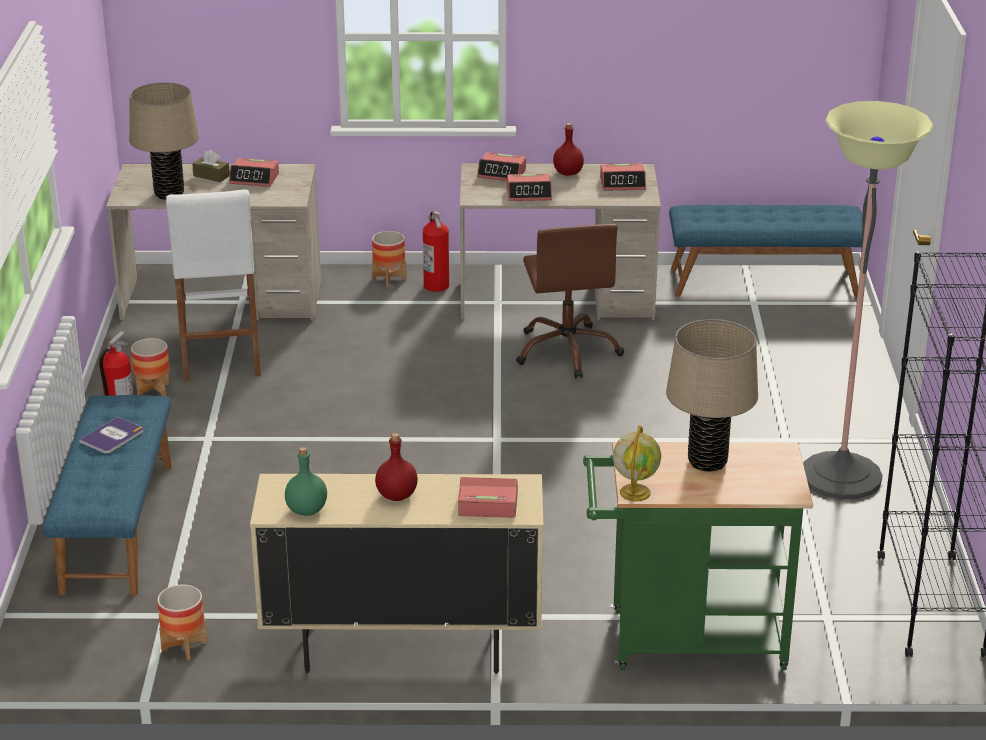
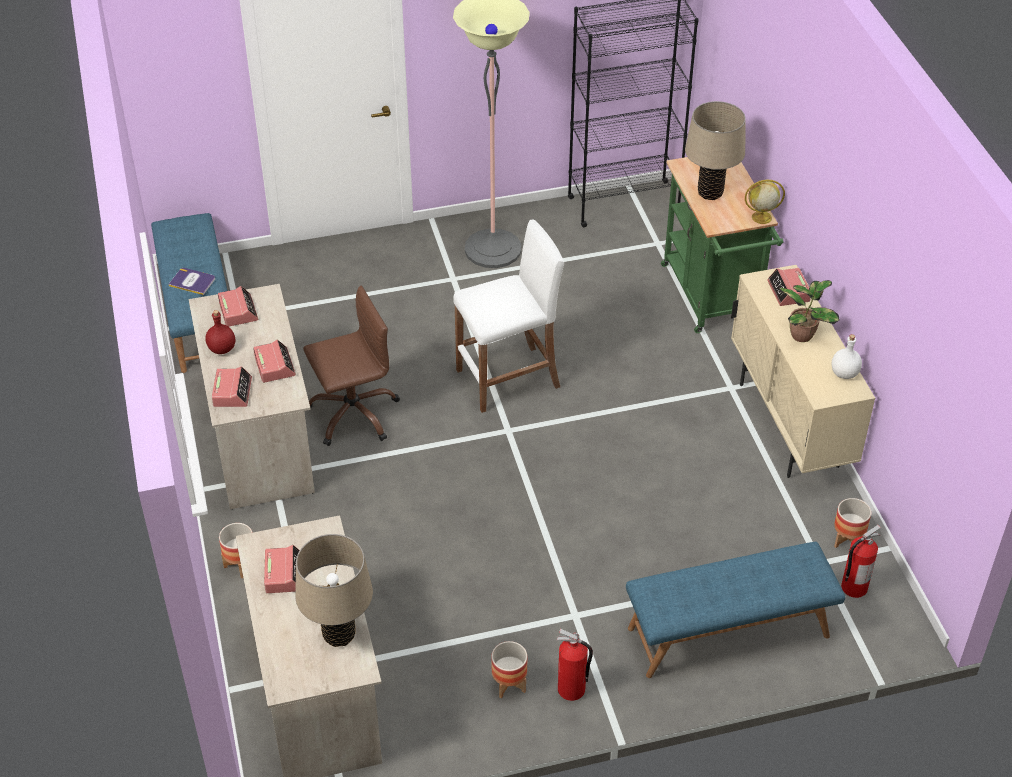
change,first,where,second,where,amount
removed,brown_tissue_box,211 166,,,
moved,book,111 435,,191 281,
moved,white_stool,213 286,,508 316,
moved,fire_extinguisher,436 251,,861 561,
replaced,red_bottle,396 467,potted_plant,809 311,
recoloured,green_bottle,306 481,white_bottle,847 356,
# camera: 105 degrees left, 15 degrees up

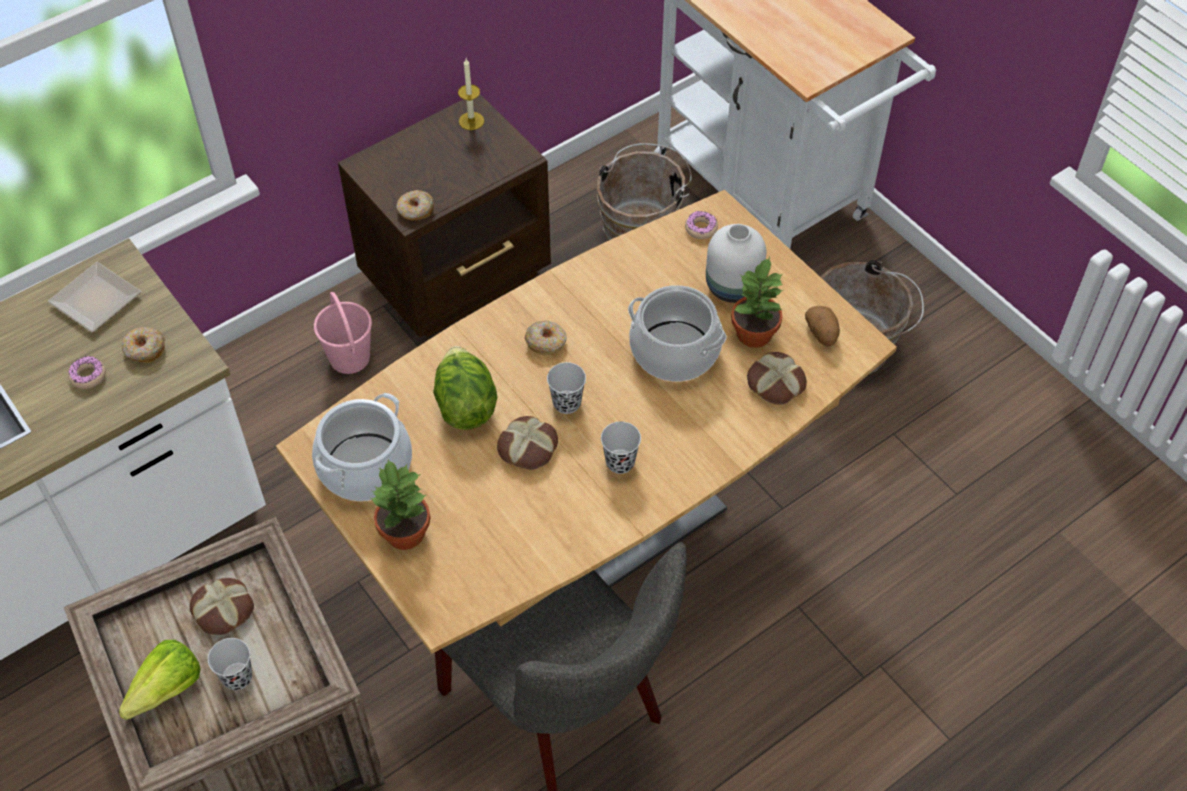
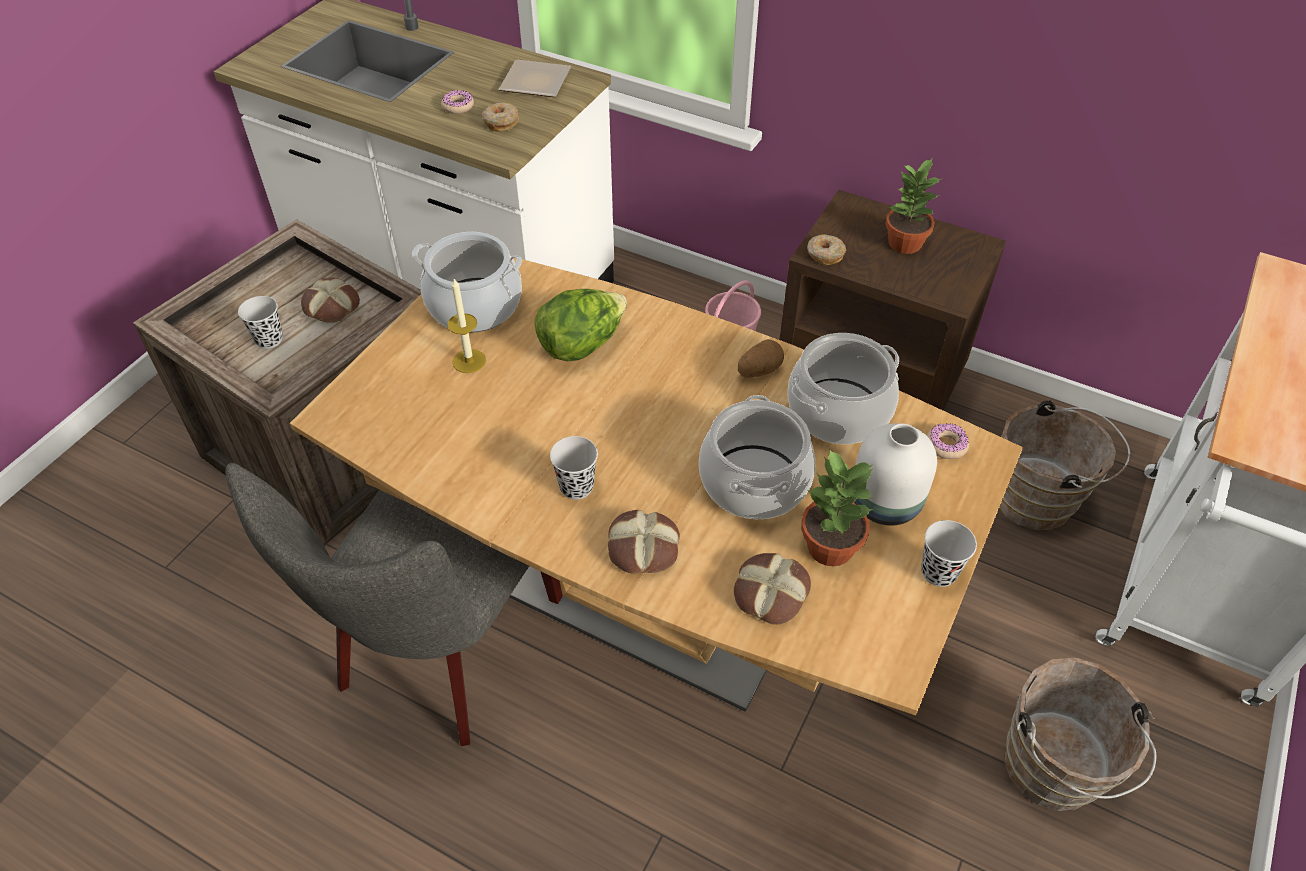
change,first,where,second,where,amount
removed,lettuce,160 680,,,
removed,donut,546 338,,,
added,,,cooking_pot,843 388,
moved,potted_plant,401 504,,913 206,
moved,candle,471 94,,467 326,
moved,bread,527 443,,644 542,
moved,black_cup,566 388,,949 553,
moved,potato,822 326,,761 358,
# camera: 65 degrees right, 5 degrees down

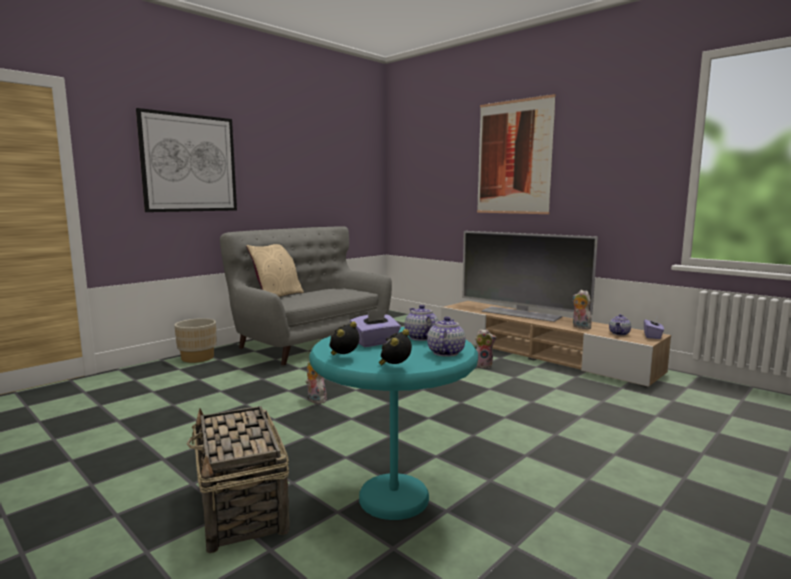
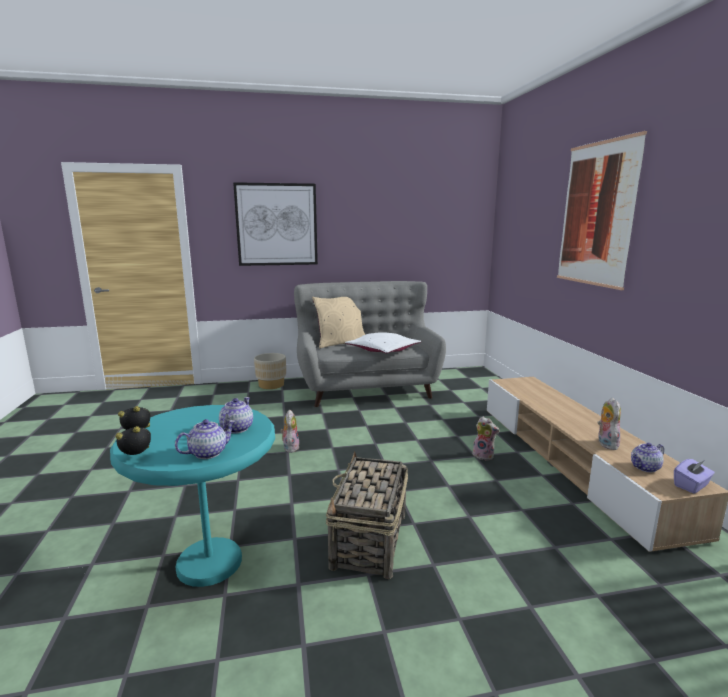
change,first,where,second,where,amount
removed,purple_tissue_box,375 328,,,
removed,television,530 276,,,
added,,,white_pillow,383 343,
moved,basket,238 479,,367 515,
# camera: 35 degrees right, 5 degrees up

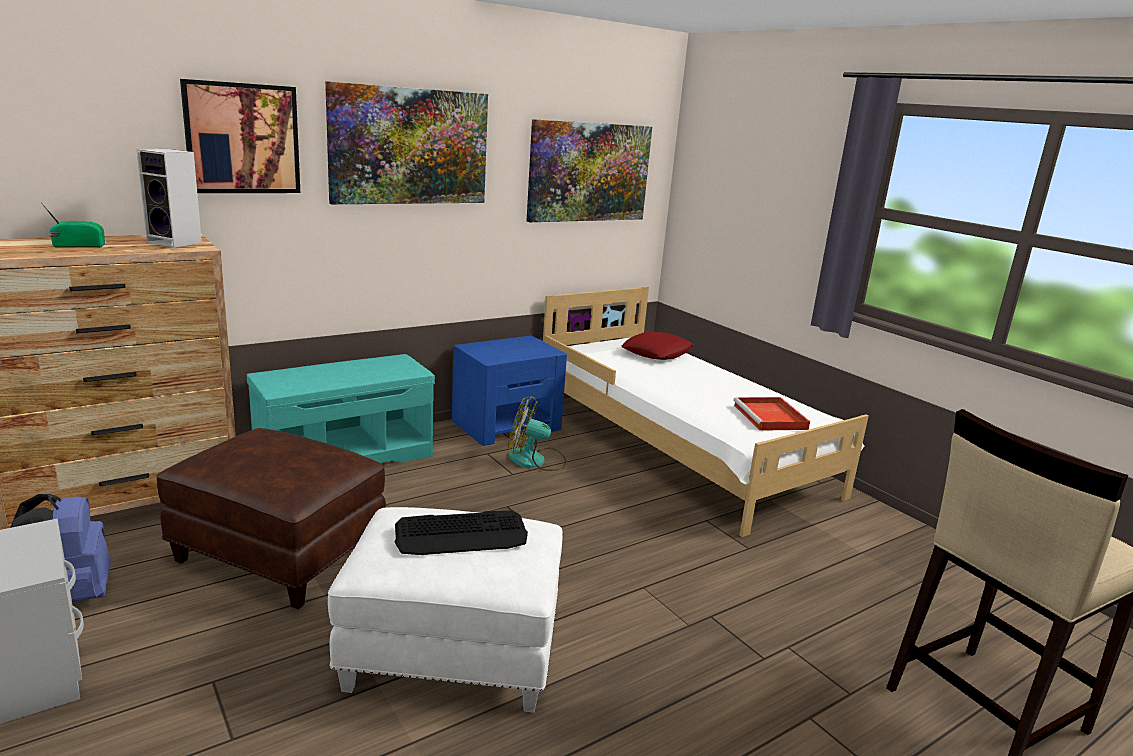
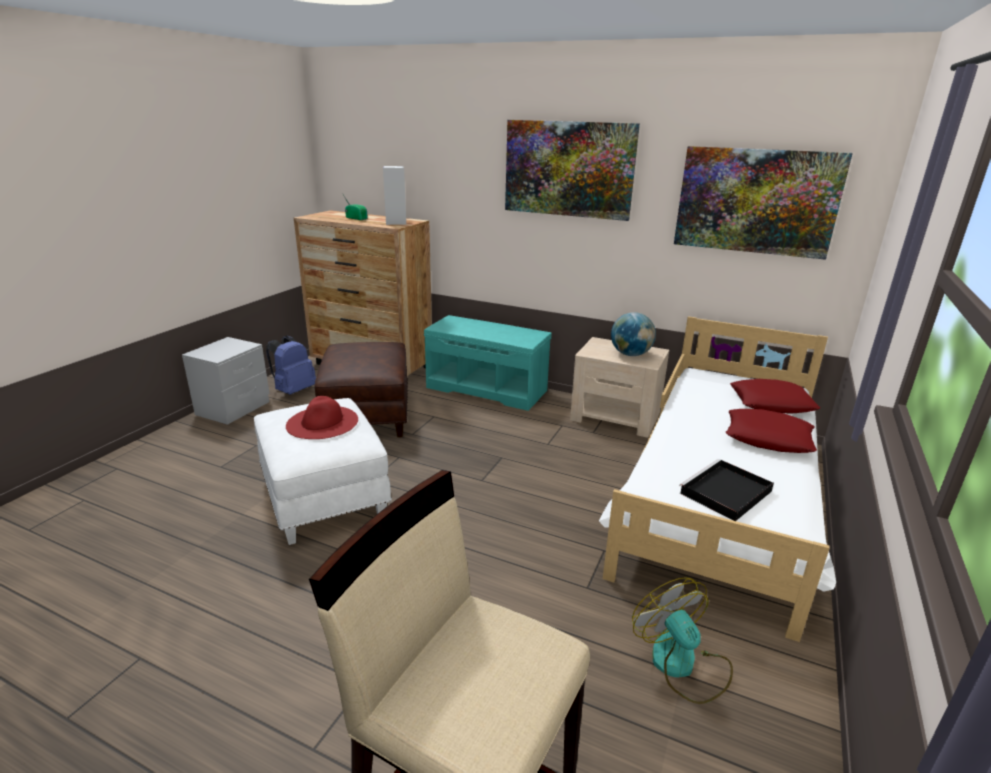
change,first,where,second,where,amount
removed,picture,240 136,,,
added,,,globe,633 334,
added,,,red_pillow,771 431,
moved,fan,537 433,,682 640,
replaced,keyboard,461 533,red_hat,322 417,
recoloured,blue_nightstand,509 391,beige_nightstand,619 387,
recoloured,red_tray,771 414,black_tray,726 490,
# camera: 60 degrees right, 5 degrees up

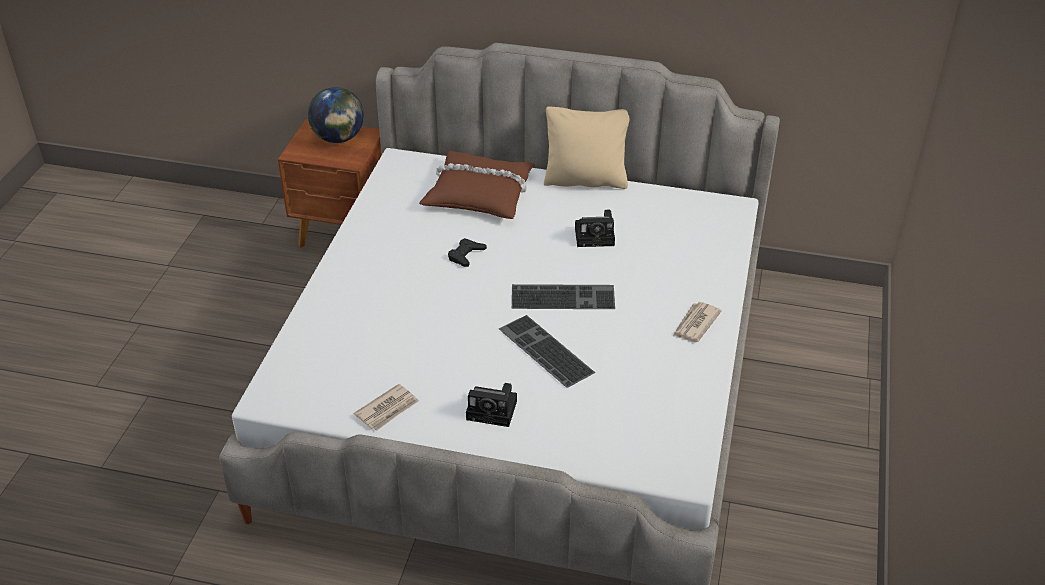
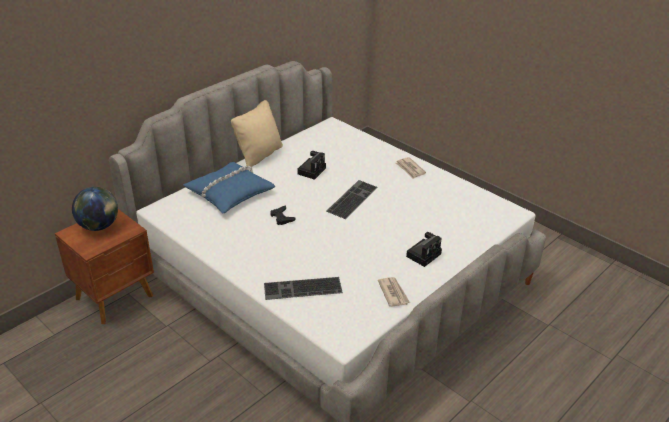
change,first,where,second,where,amount
moved,keyboard,547 351,,303 288,
recoloured,brown_pillow,477 185,blue_pillow,229 187,
# camera: 60 degrees left, 5 degrees down

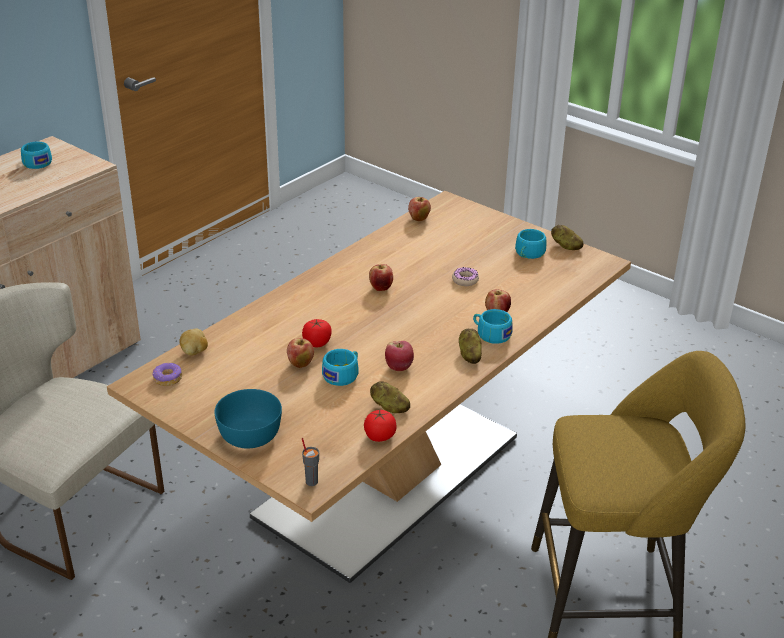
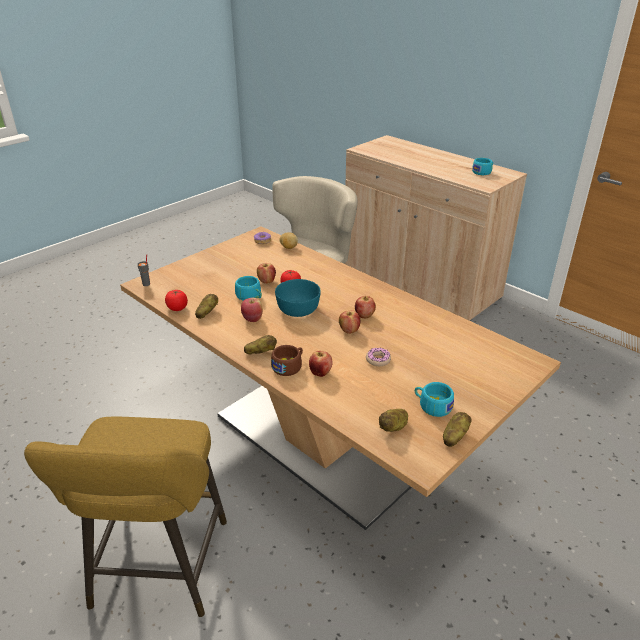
change,first,where,second,where,amount
added,,,potato,393 420,
moved,turquoise_bowl,248 419,,298 298,
moved,apple,419 209,,349 322,
recoloured,turquoise_cup,493 326,brown_cup,287 360,
# camera: 95 degrees right, 0 degrees up

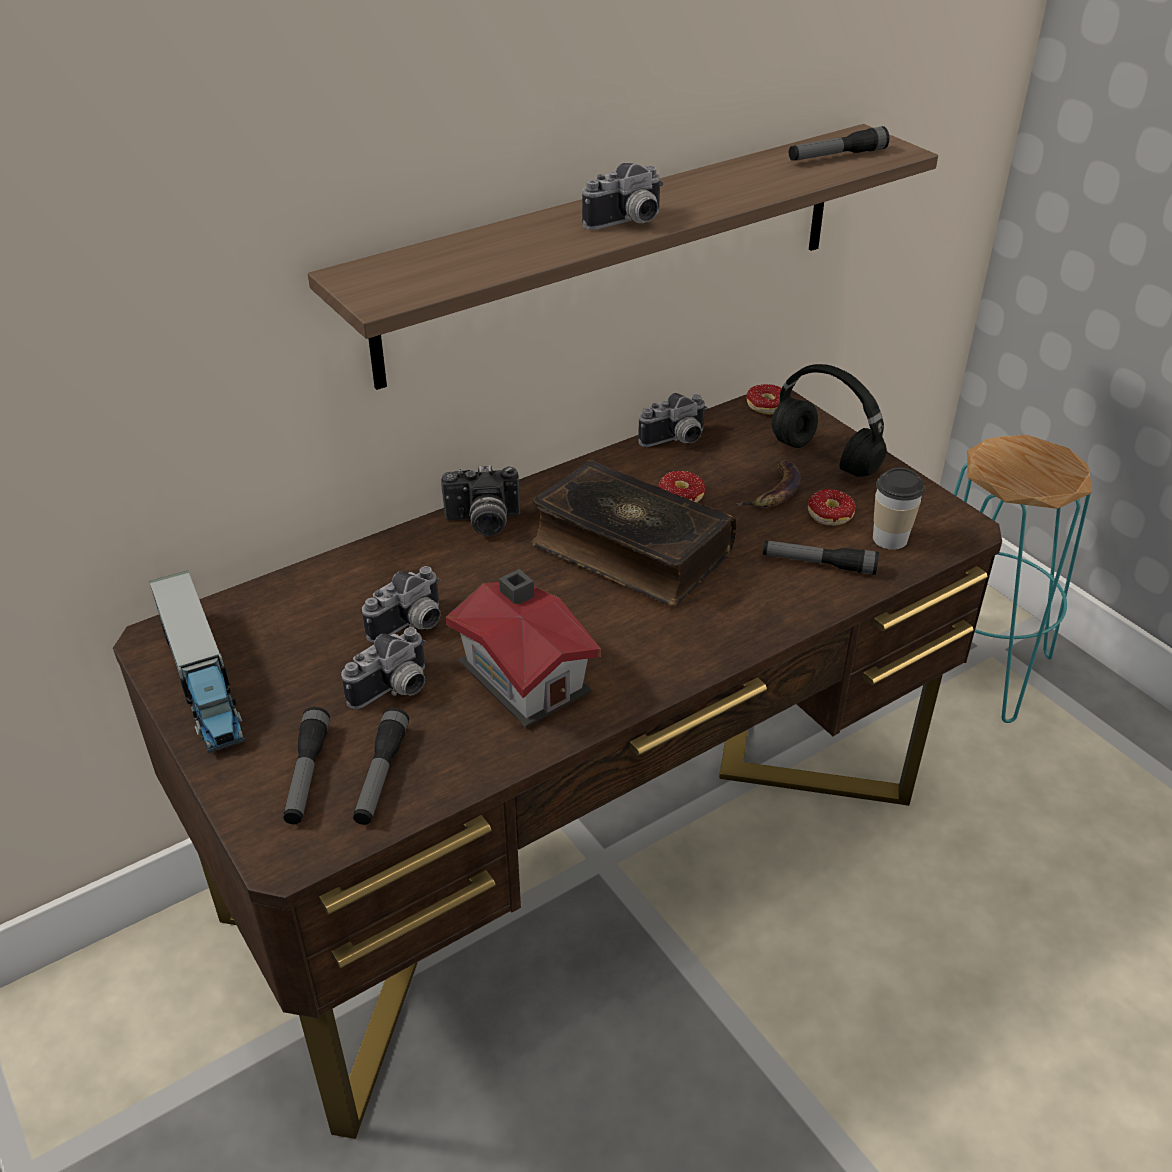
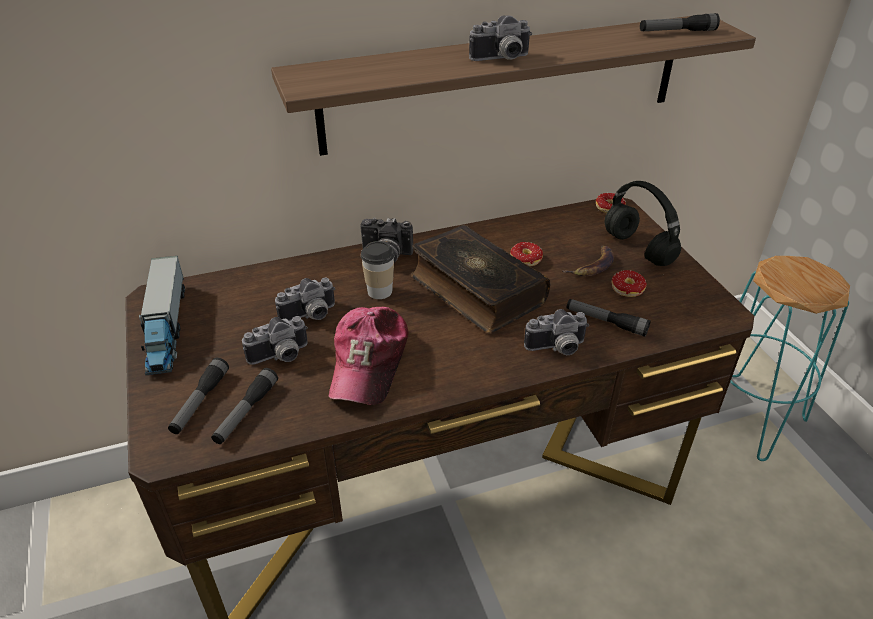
change,first,where,second,where,amount
moved,photo_camera,673 420,,556 332,
moved,cup,899 509,,378 270,
replaced,toy_house,523 648,cap,368 356,
# camera: 15 degrees right, 0 degrees up

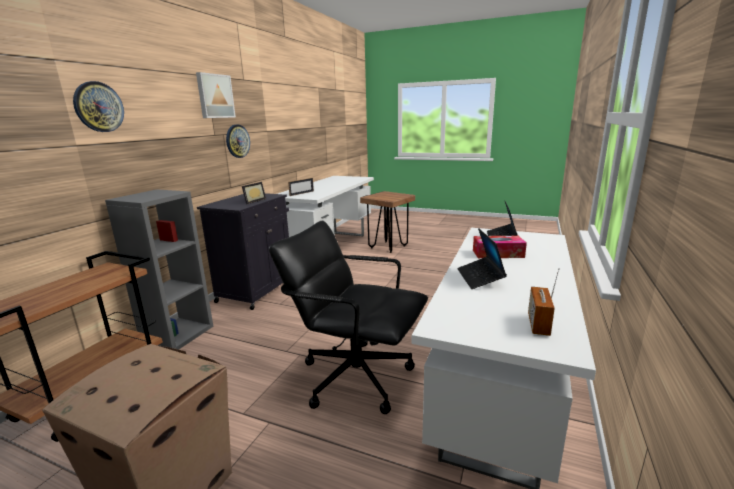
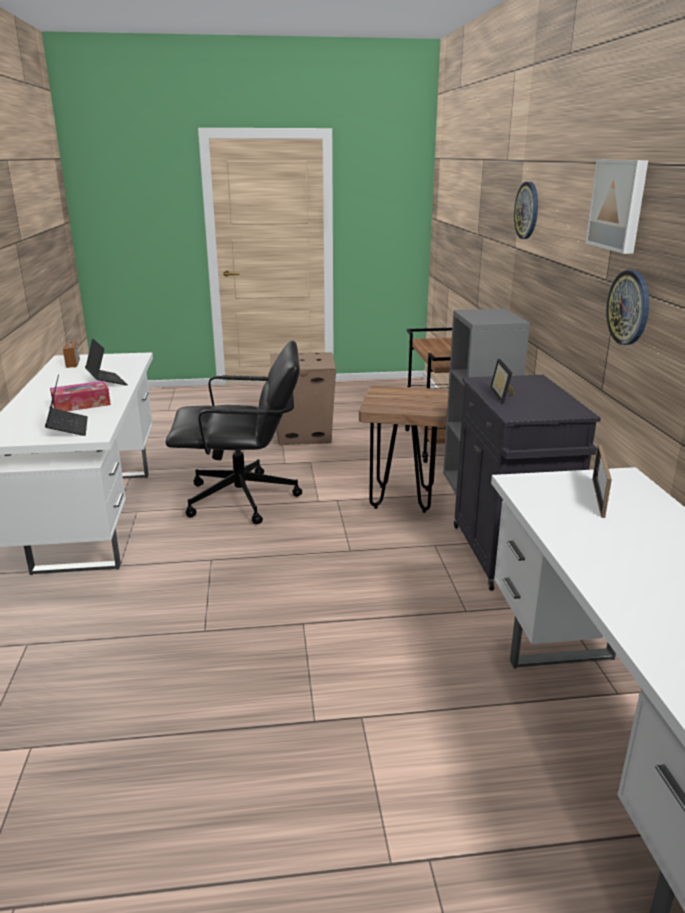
change,first,where,second,where,amount
moved,brown_stool,387 222,,404 449,
# camera: 150 degrees right, 5 degrees up

